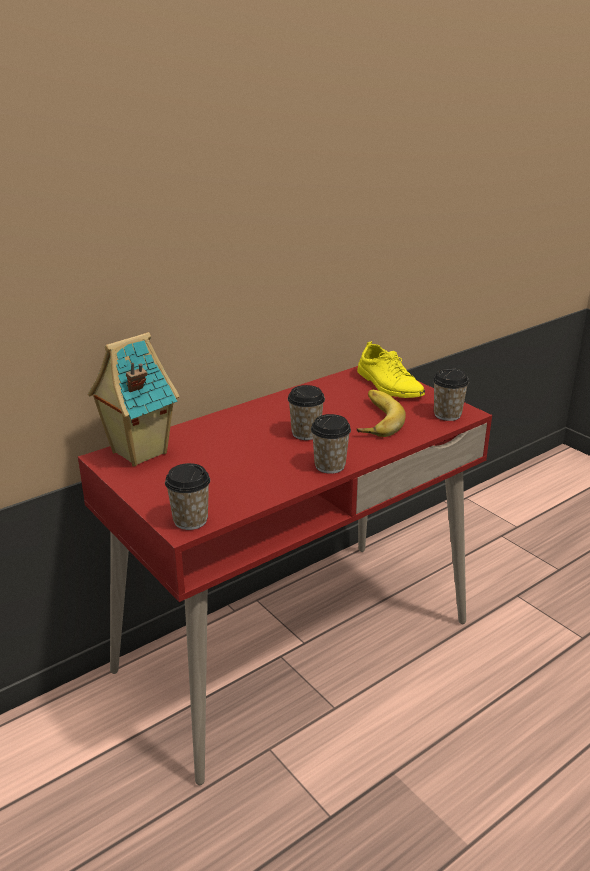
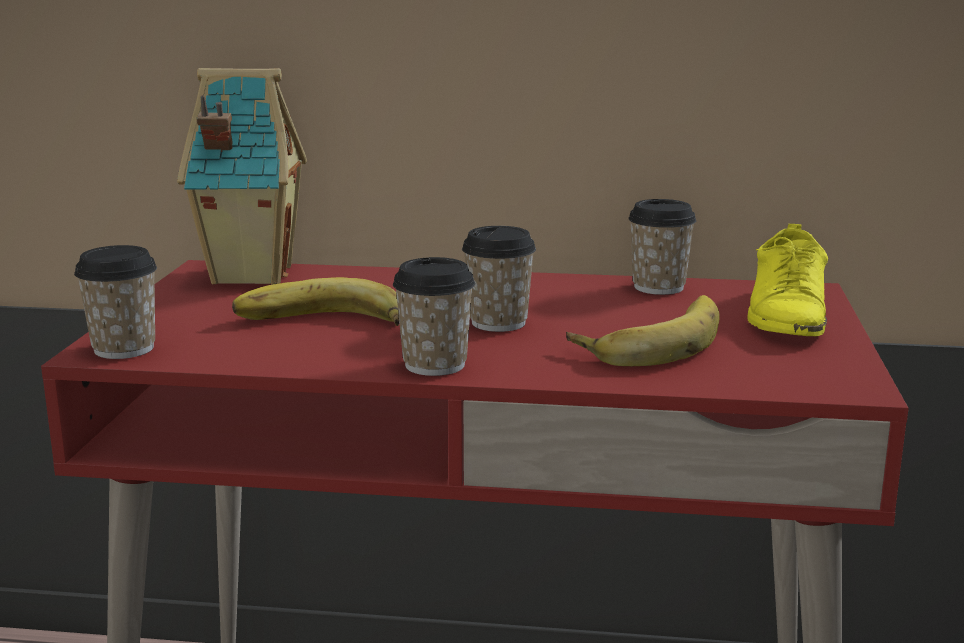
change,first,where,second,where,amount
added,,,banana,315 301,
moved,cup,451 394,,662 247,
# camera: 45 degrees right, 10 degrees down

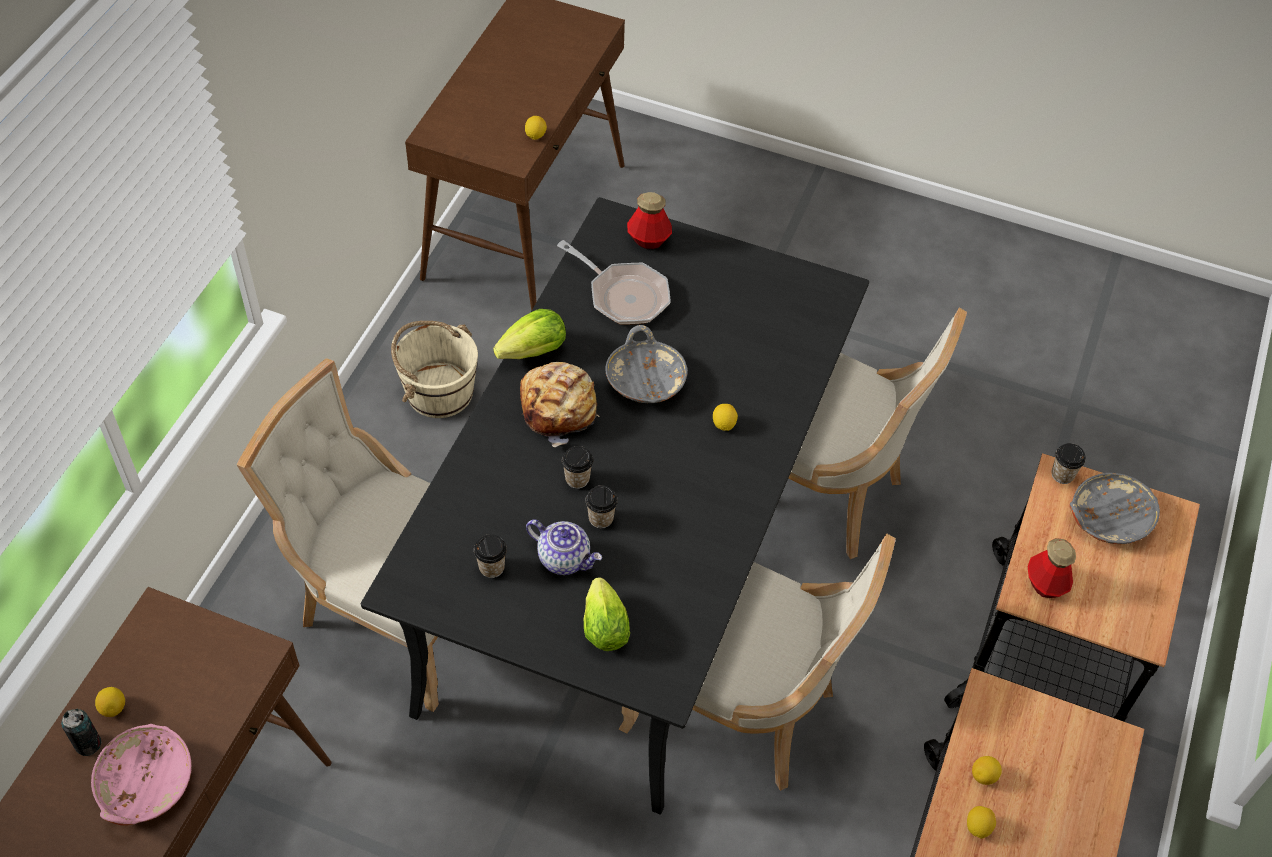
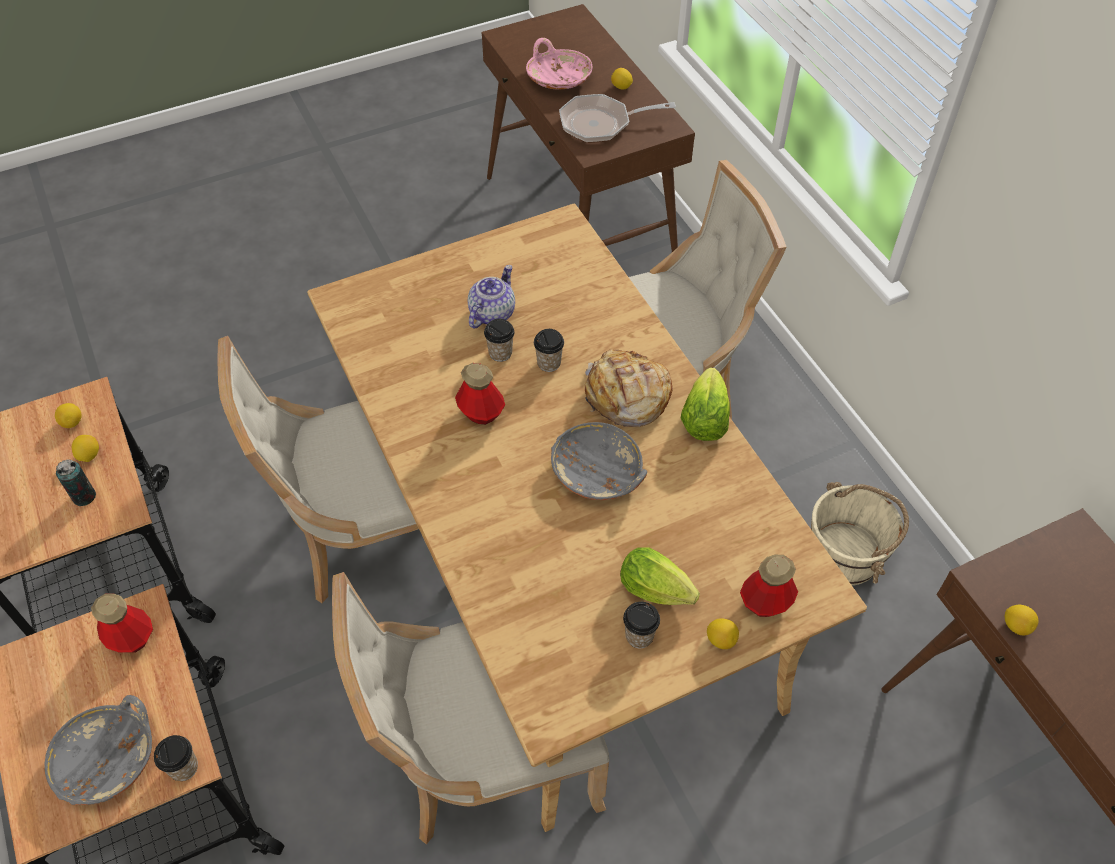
change,first,where,second,where,amount
added,,,bottle,480 394,
moved,can,81 732,,76 482,
moved,cup,490 556,,641 625,
moved,frying_pan,614 282,,617 118,
moved,lettuce,607 614,,660 576,
moved,lemon,725 417,,723 633,
recoloured,black_dining_table,614 506,beige_dining_table,587 518,
turned,teapot,564 547,,491 296,135 degrees clockwise
# camera: 135 degrees right, 0 degrees up

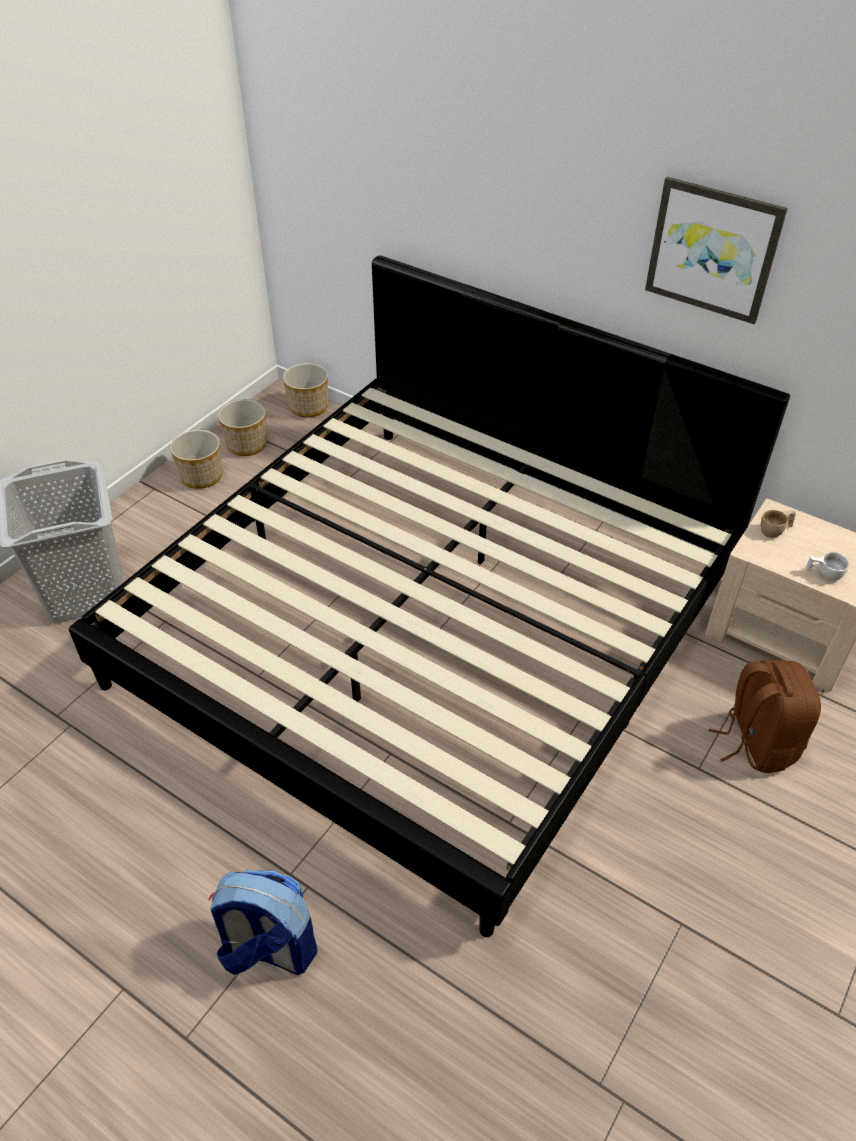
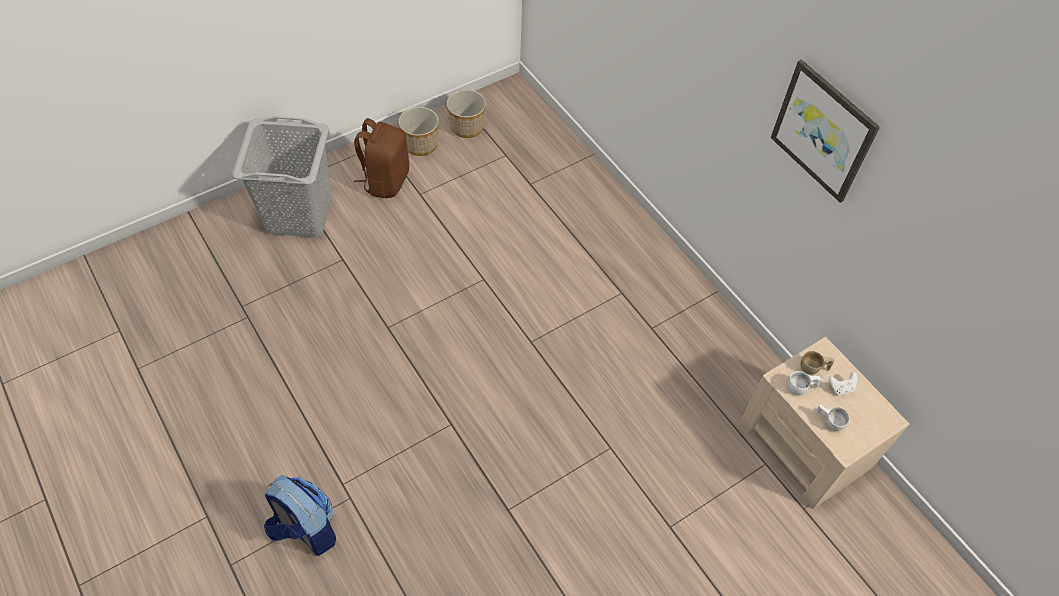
change,first,where,second,where,amount
removed,bed,429 596,,,
removed,planter,305 390,,,
added,,,white_cup,804 383,
added,,,white_game_controller,843 383,
moved,brown_backpack,765 716,,381 158,
# camera: 20 degrees right, 10 degrees up

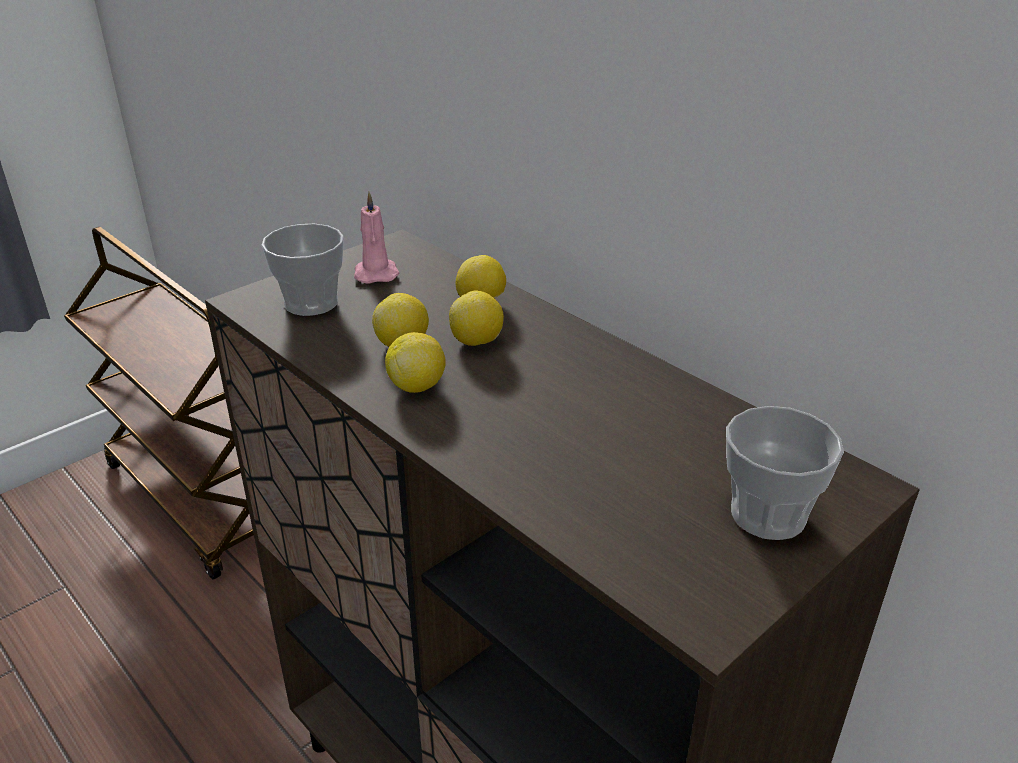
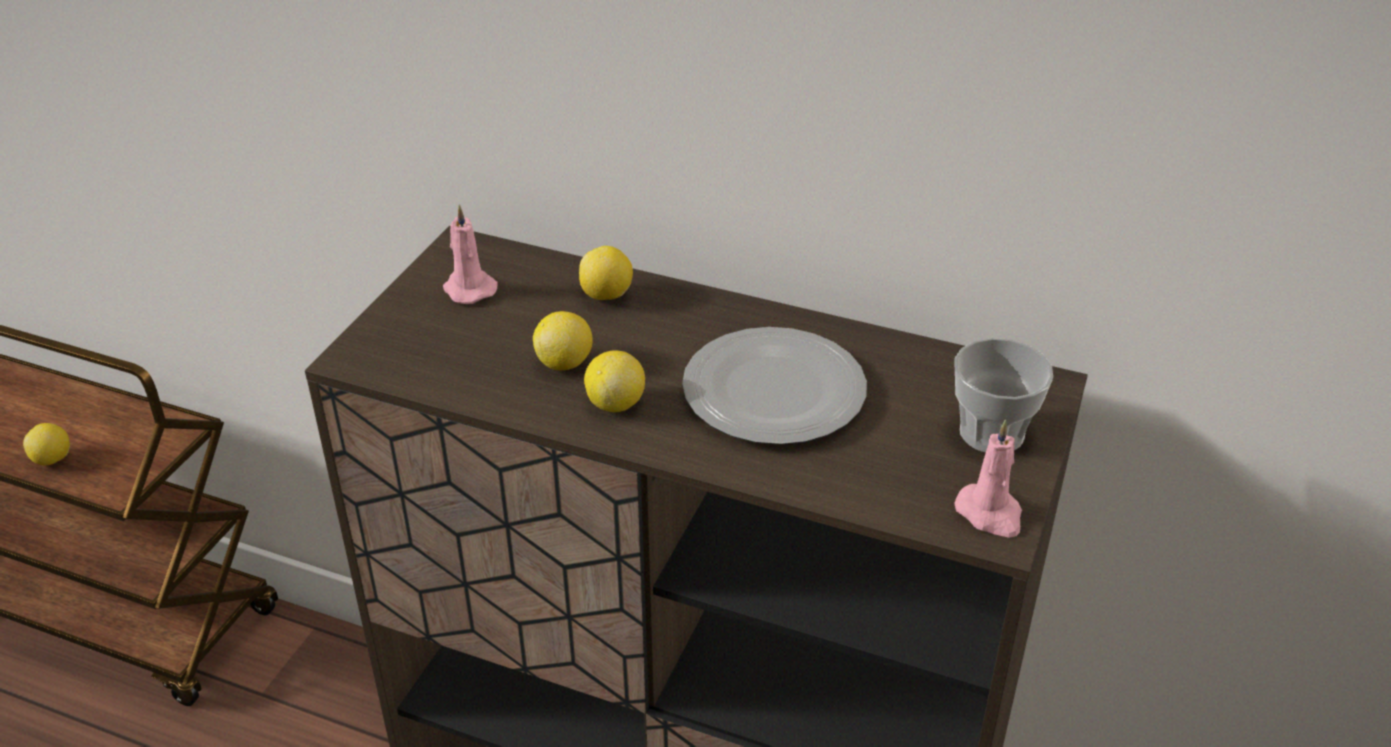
change,first,where,second,where,amount
removed,cup,302 270,,,
added,,,plate,774 386,
added,,,pink_candle,988 479,
moved,lemon,476 318,,46 444,
# camera: 25 degrees left, 5 degrees up

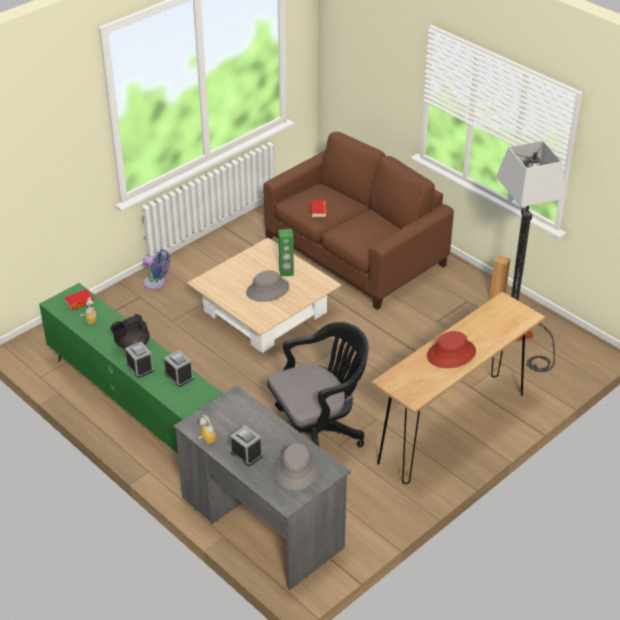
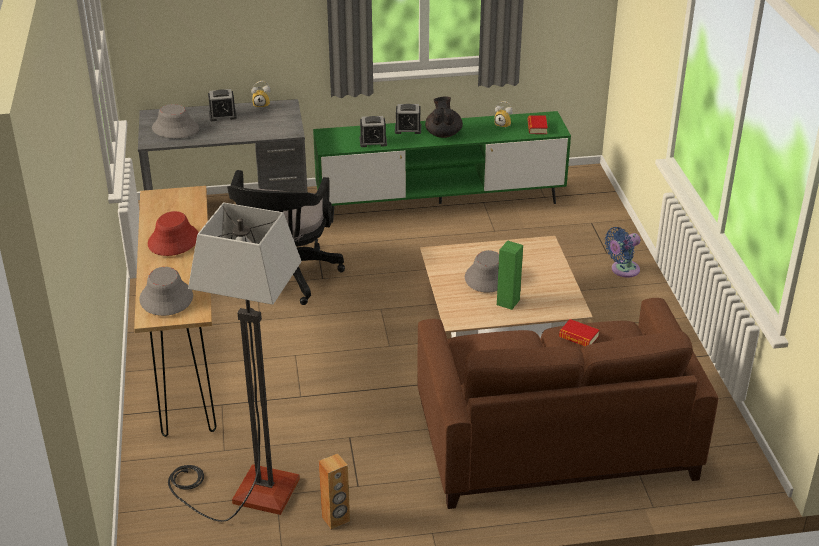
change,first,where,second,where,amount
added,,,grey_hat,166 291,
# camera: 125 degrees right, 5 degrees down

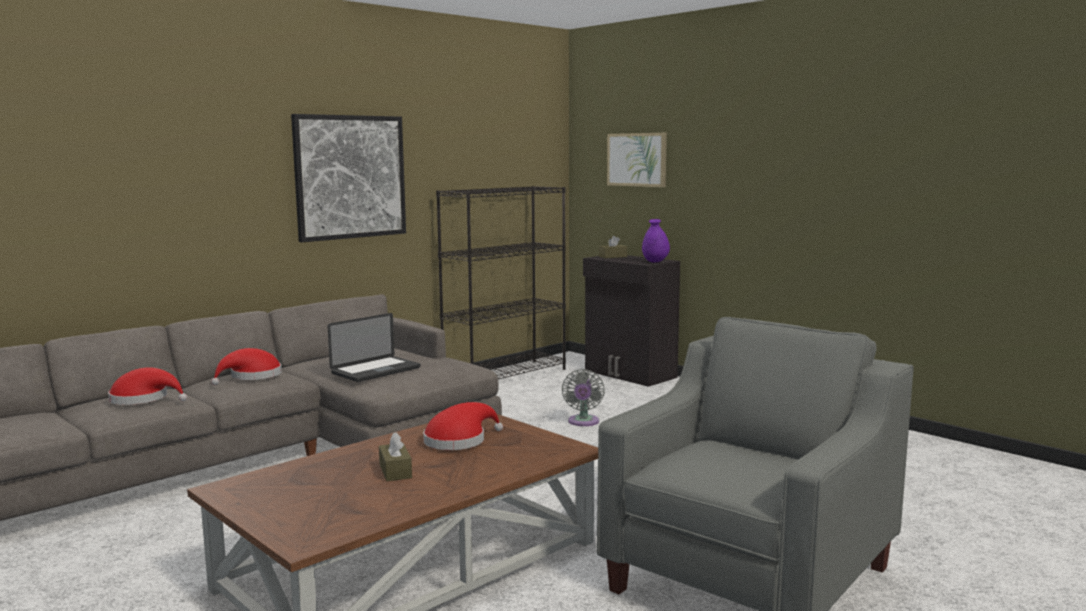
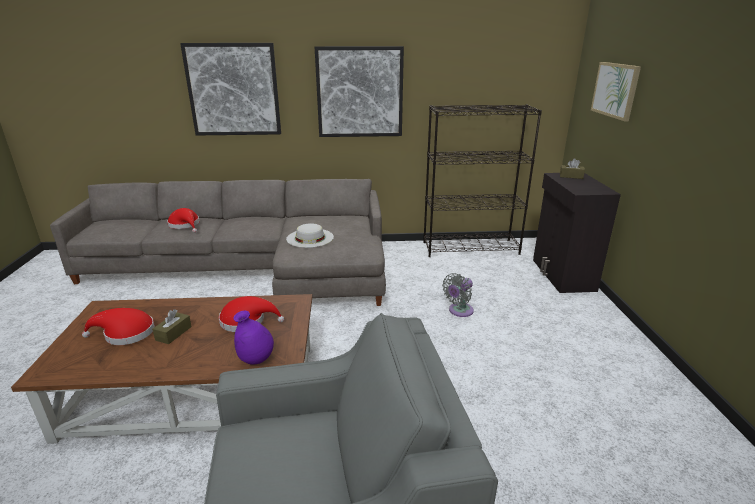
change,first,where,second,where,amount
added,,,picture,230 89,
moved,red_hat,246 366,,118 326,
moved,purple_vase,656 240,,253 337,
replaced,laptop,374 347,white_hat,310 235,
# camera: 40 degrees right, 15 degrees up

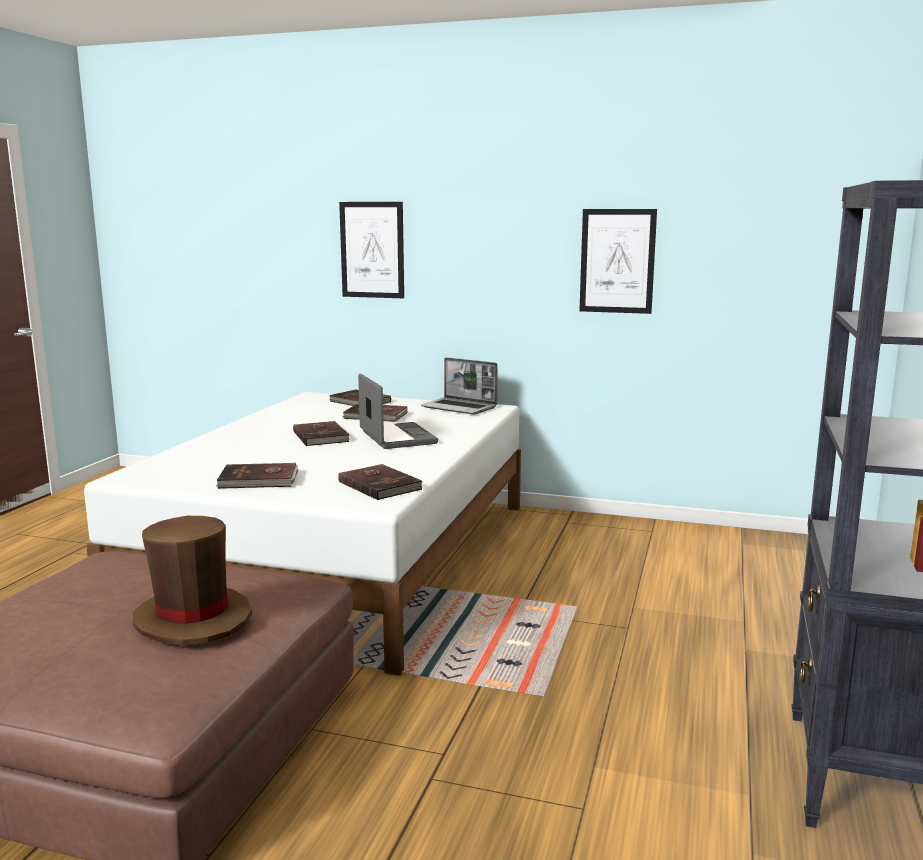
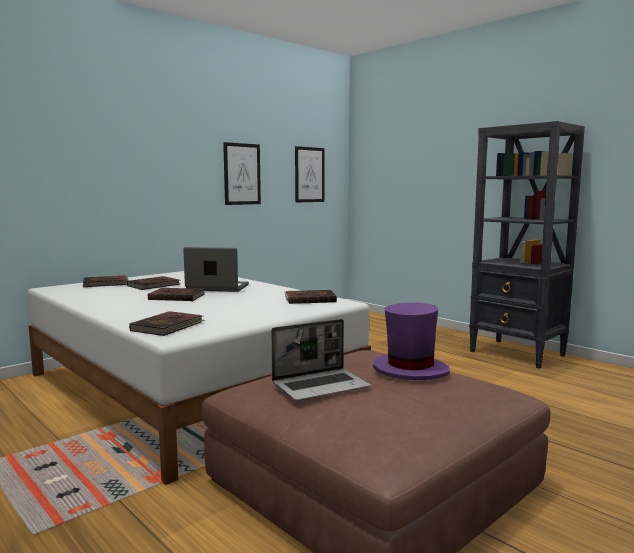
change,first,where,second,where,amount
moved,brown_book,257 476,,167 323,
moved,picture,371 250,,309 174,
moved,laptop,459 385,,321 360,
recoloured,brown_hat,192 580,purple_hat,411 341,
# camera: 60 degrees left, 5 degrees down

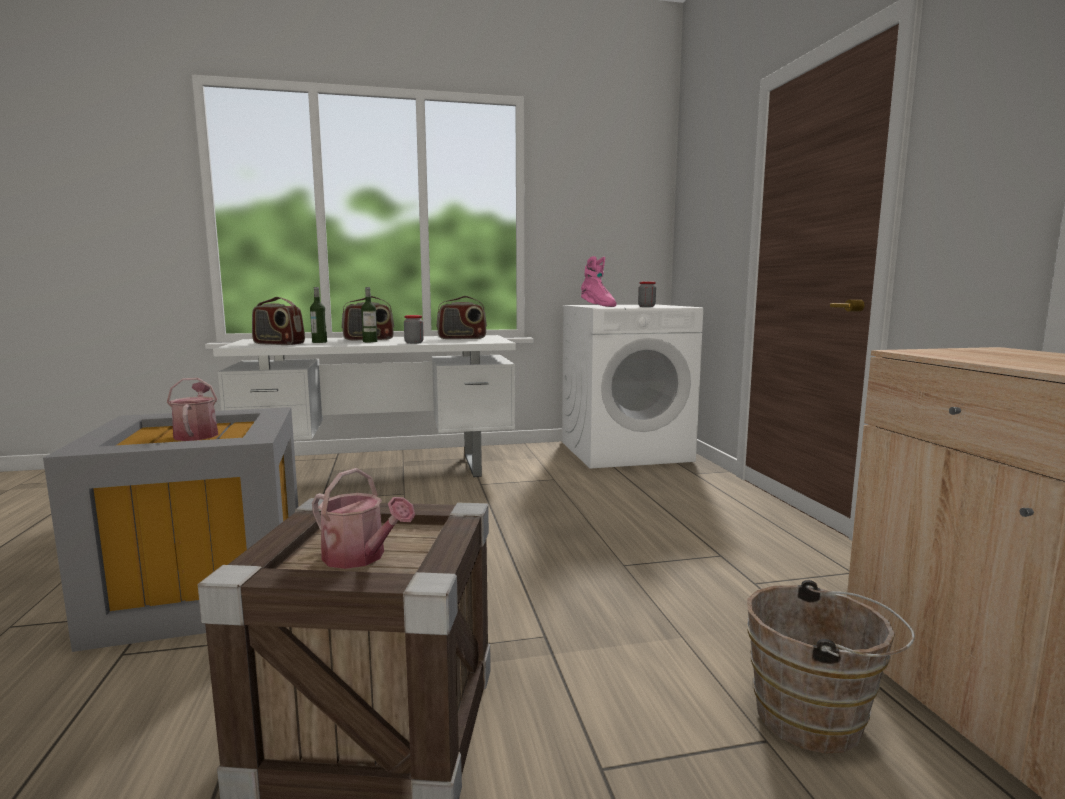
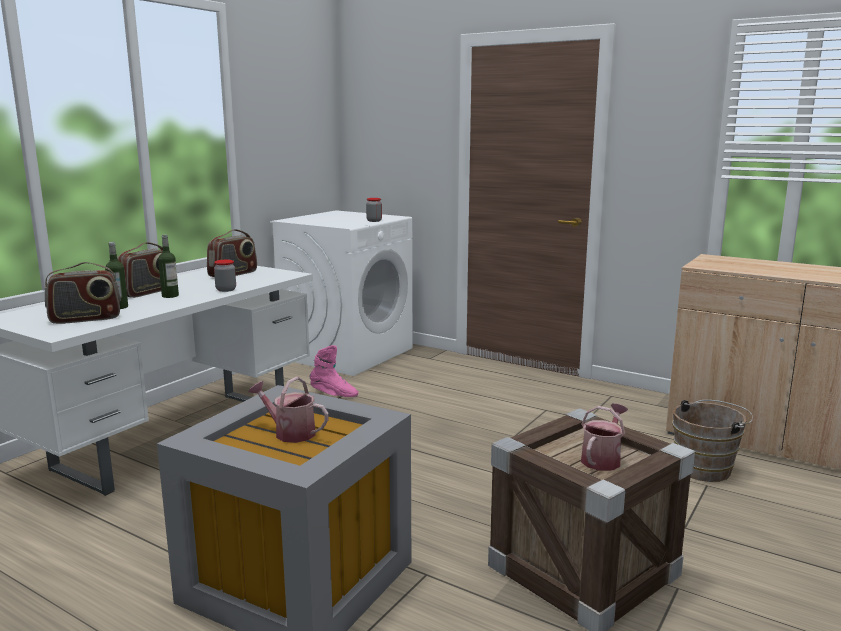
change,first,where,second,where,amount
moved,pink_boot,599 281,,334 371,
turned,watering_can,363 518,,604 437,45 degrees counterclockwise
# camera: 45 degrees left, 5 degrees up

